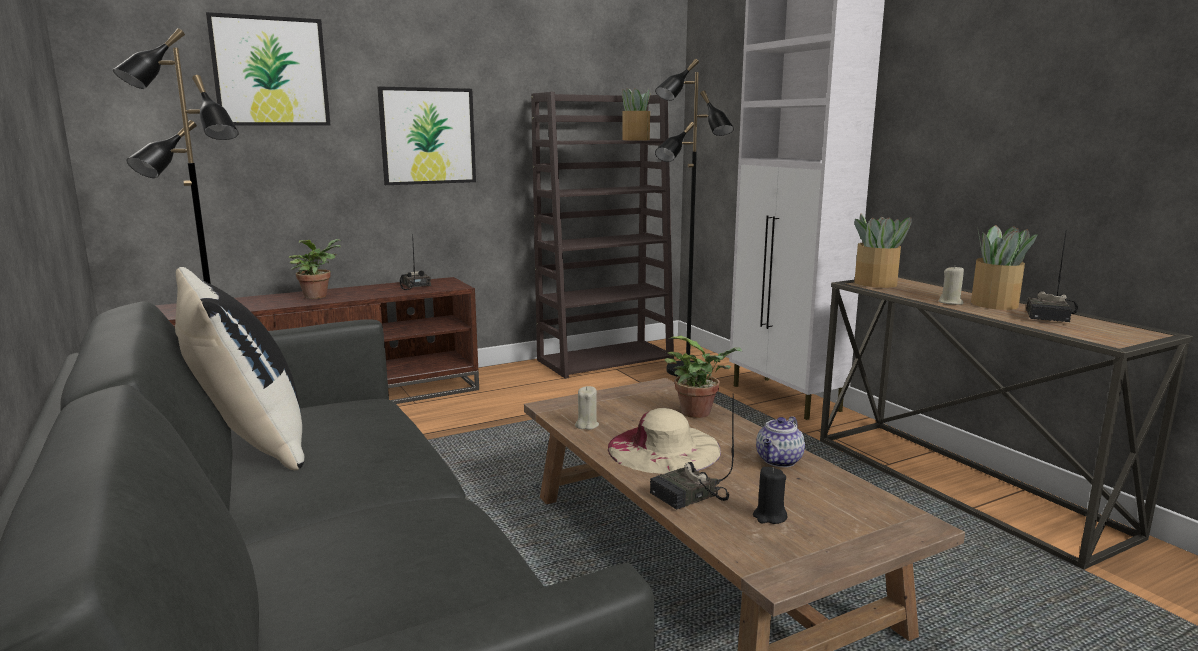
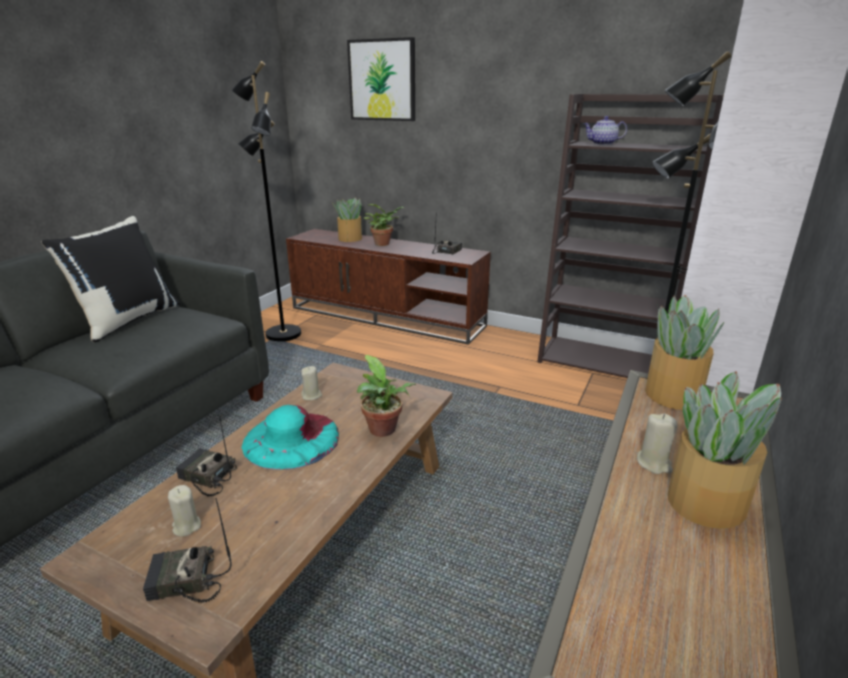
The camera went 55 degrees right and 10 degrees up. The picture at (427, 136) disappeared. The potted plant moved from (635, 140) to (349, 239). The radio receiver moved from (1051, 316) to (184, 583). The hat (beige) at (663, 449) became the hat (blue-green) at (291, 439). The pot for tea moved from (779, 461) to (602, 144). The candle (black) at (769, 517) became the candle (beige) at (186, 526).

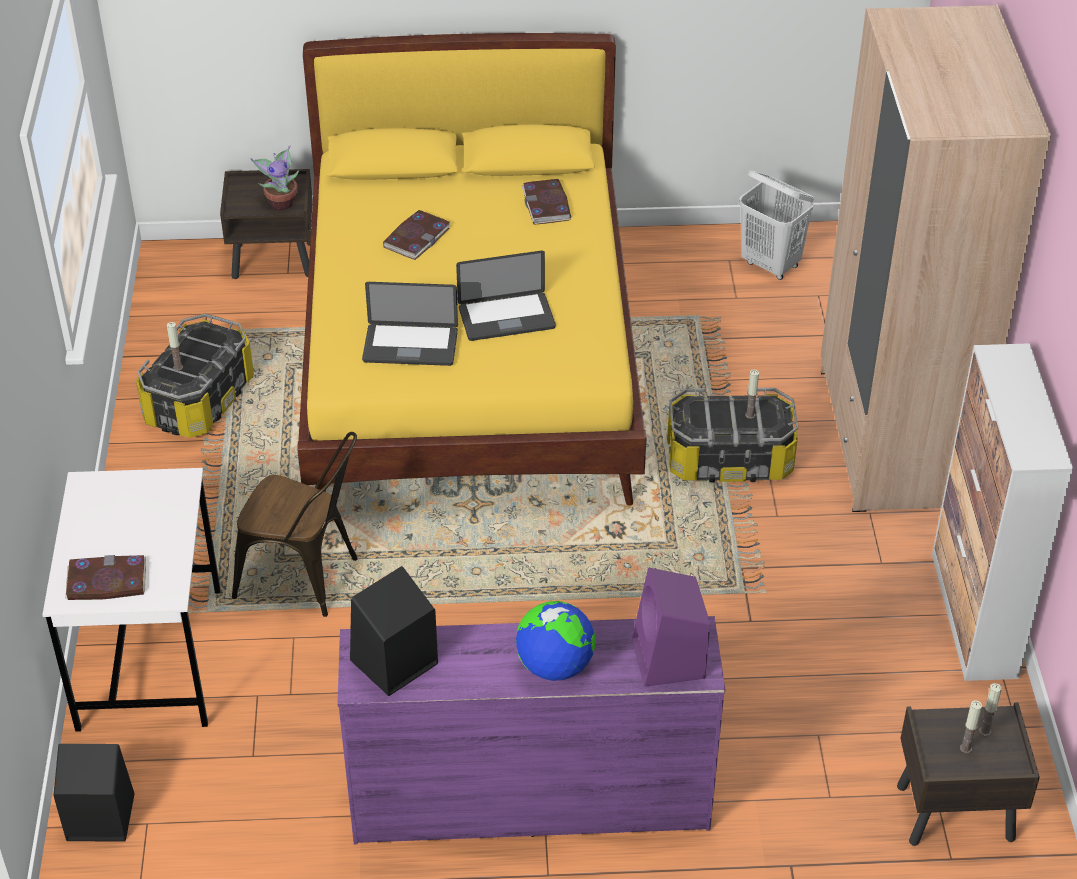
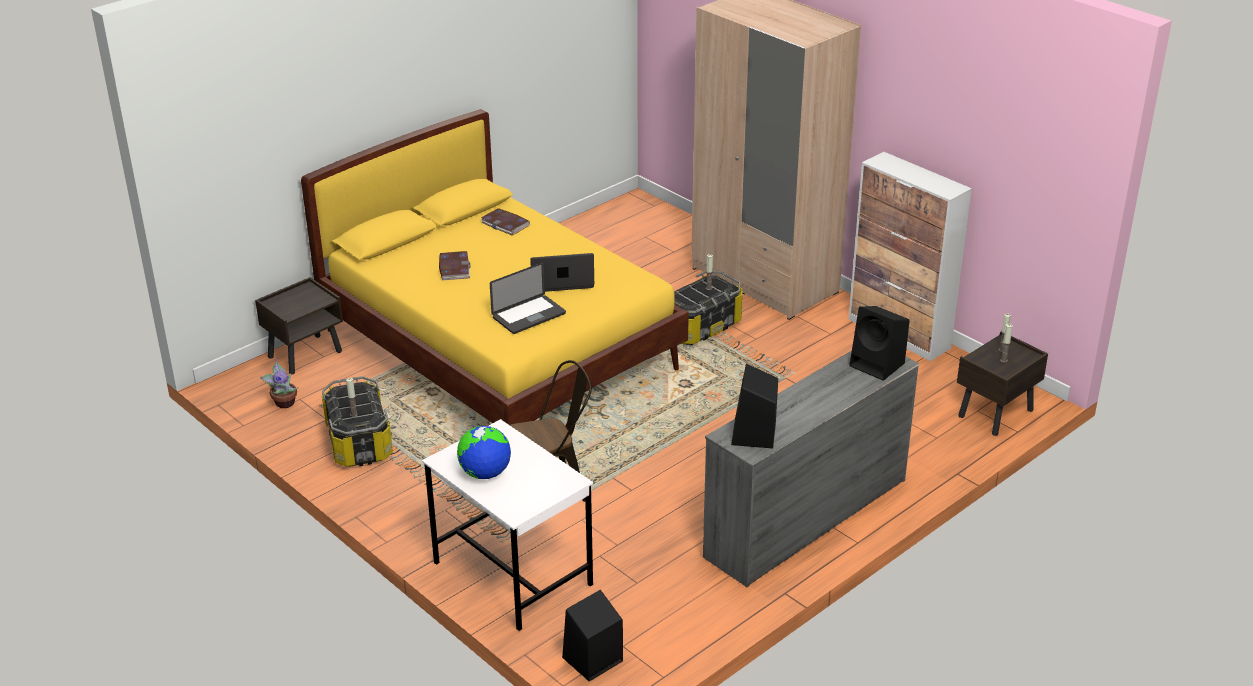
The camera went 40 degrees left and 10 degrees down. The potted plant moved from (281, 202) to (284, 403). The washing basket (whitish) at (771, 265) disappeared. The laptop at (506, 318) turned 135 degrees counterclockwise. The bound book at (106, 581) disappeared. The speaker (purple-coloured) at (669, 660) became the speaker (black) at (878, 365). The desk globe moved from (555, 666) to (485, 473). The drawer chest (purple-coloured) at (529, 799) became the drawer chest (gray) at (805, 518).

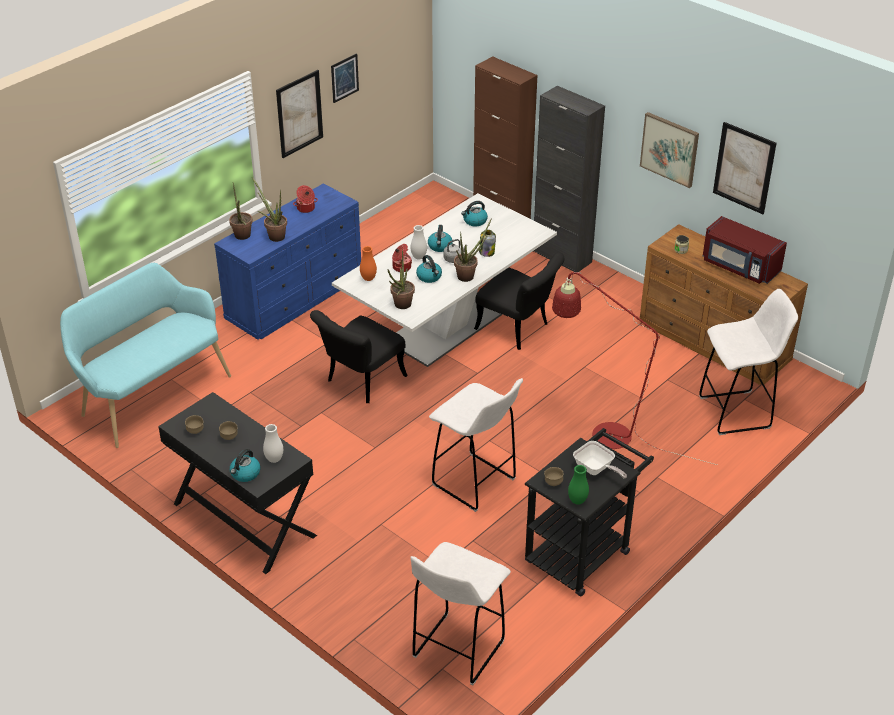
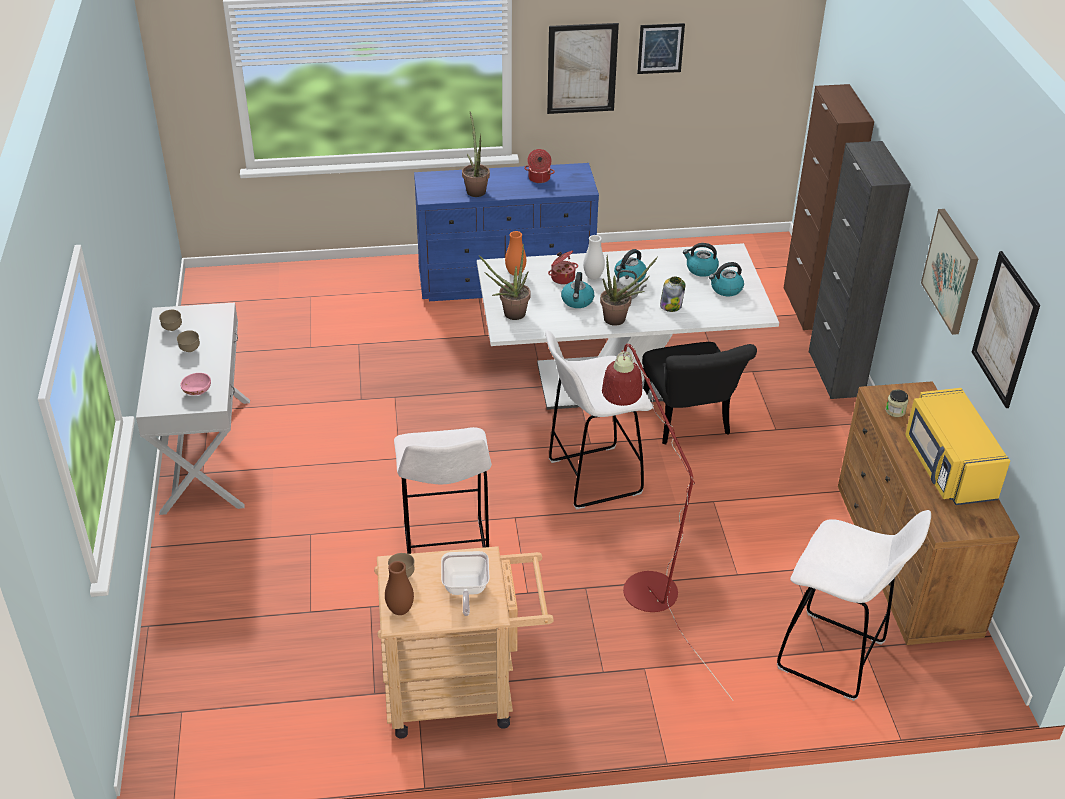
The camera went 40 degrees right and 0 degrees up. The potted plant at (242, 237) disappeared. The microwave oven (red) at (739, 267) became the microwave oven (yellow) at (947, 468). The bench (blue-green) at (151, 394) disappeared. The upright chair (black) at (360, 382) disappeared. The hall table (black) at (243, 520) became the hall table (whitish) at (205, 454). The decorative vase (whitish) at (274, 459) was replaced by the serving bowl (pink-coloured) at (196, 391). The wheeled cart (black) at (583, 551) became the wheeled cart (beige) at (462, 692). The water kettle moved from (245, 474) to (726, 289). The decorative vase (greenish) at (577, 501) became the decorative vase (brown) at (400, 610). The stool seat (whitish) moved from (456, 651) to (591, 478).

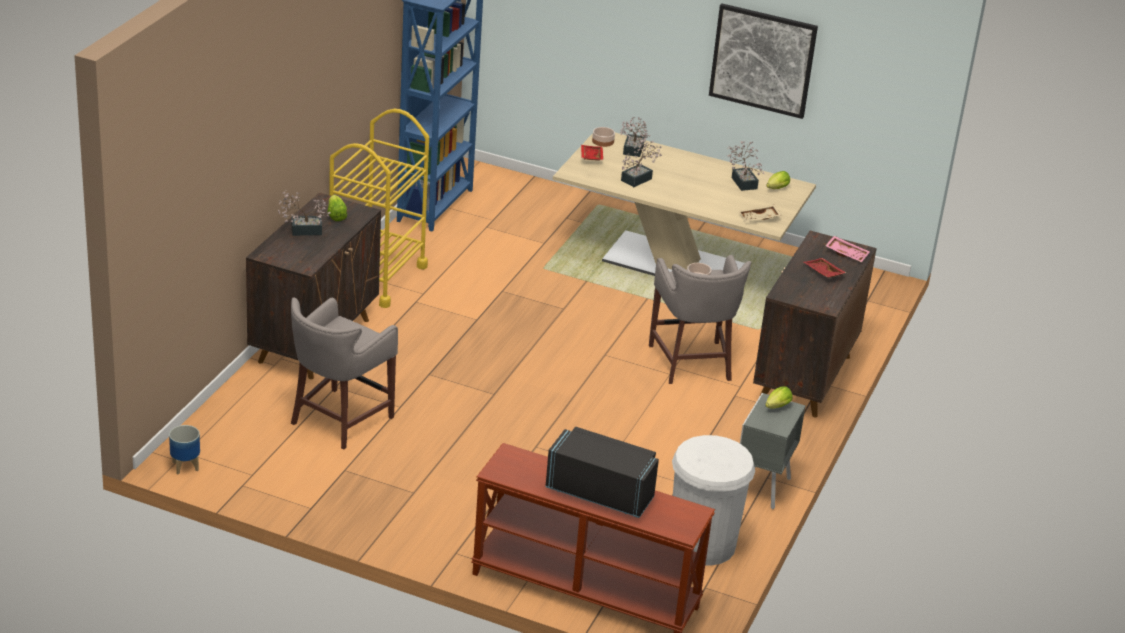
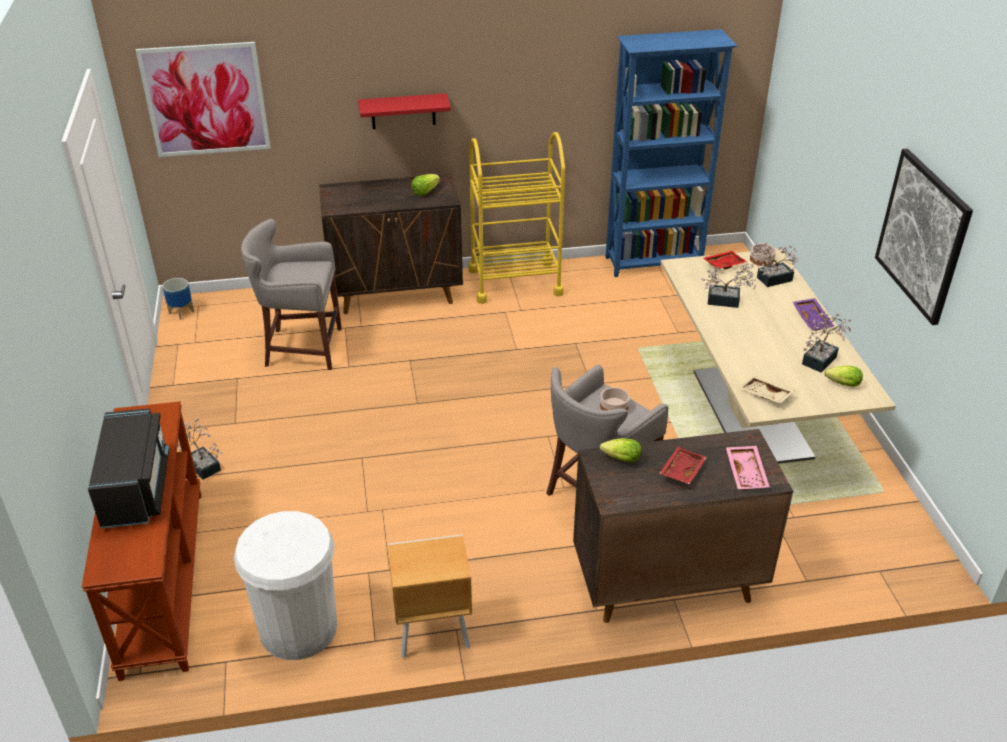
The camera went 60 degrees right and 5 degrees up. The potted plant moved from (302, 230) to (202, 464). The head of lettuce moved from (776, 407) to (619, 459). The bedside table (gray) at (761, 489) became the bedside table (brown) at (431, 633). The picture at (205, 100) appeared. The bracket shelf (red) at (403, 111) appeared. The carrying tray (purple-coloured) at (812, 319) appeared.

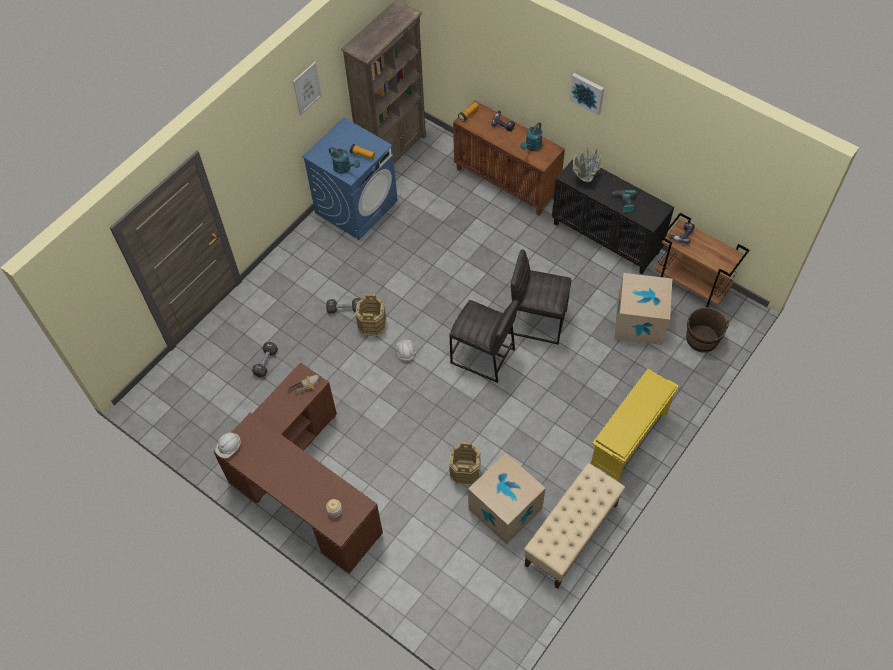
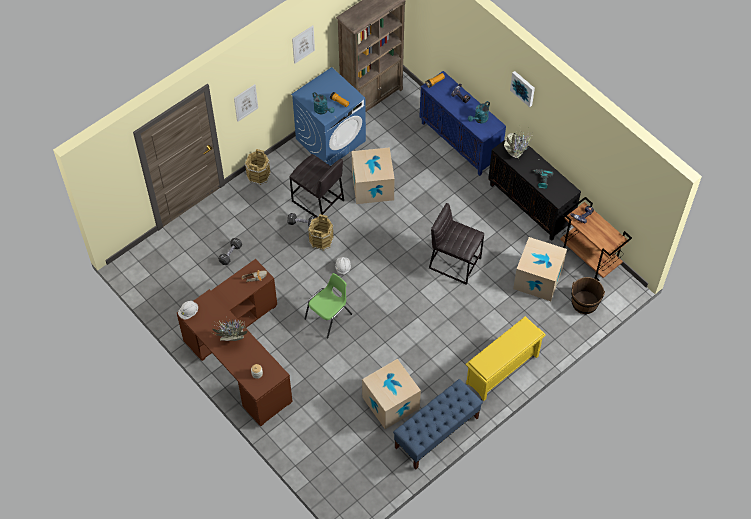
The camera went 10 degrees right and 0 degrees up. The cabinet (brown) at (507, 182) became the cabinet (blue-coloured) at (460, 142). The stool seat (gray) moved from (483, 357) to (318, 201). The pail (brown) moved from (465, 472) to (258, 175). The bench (beige) at (571, 535) became the bench (blue-coloured) at (436, 433). The picture at (245, 102) appeared. The cardboard box at (372, 186) appeared. The upright chair (greenish) at (329, 316) appeared. The potted plant at (232, 339) appeared.

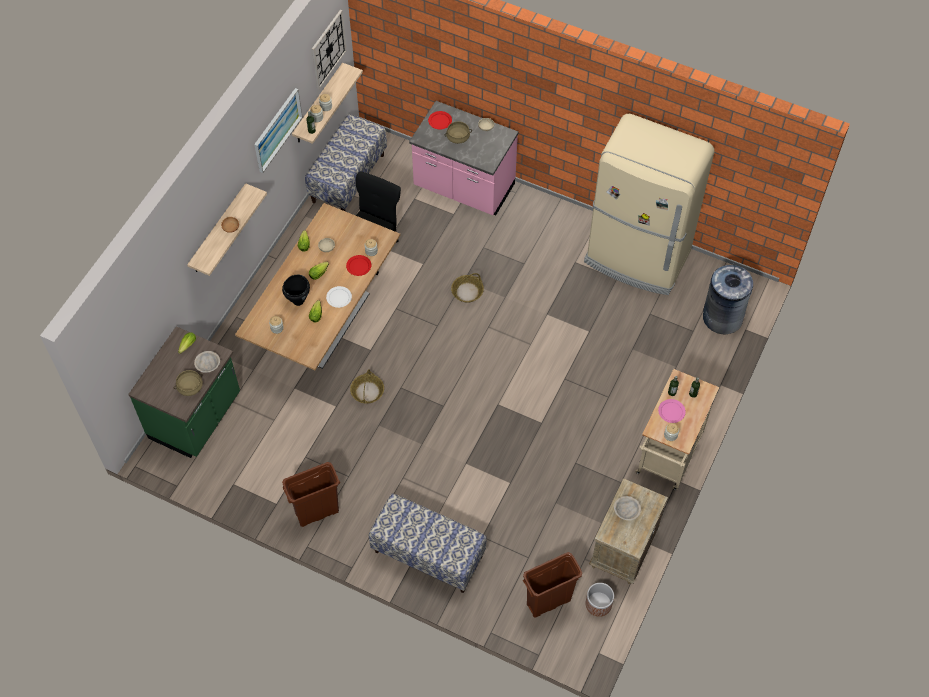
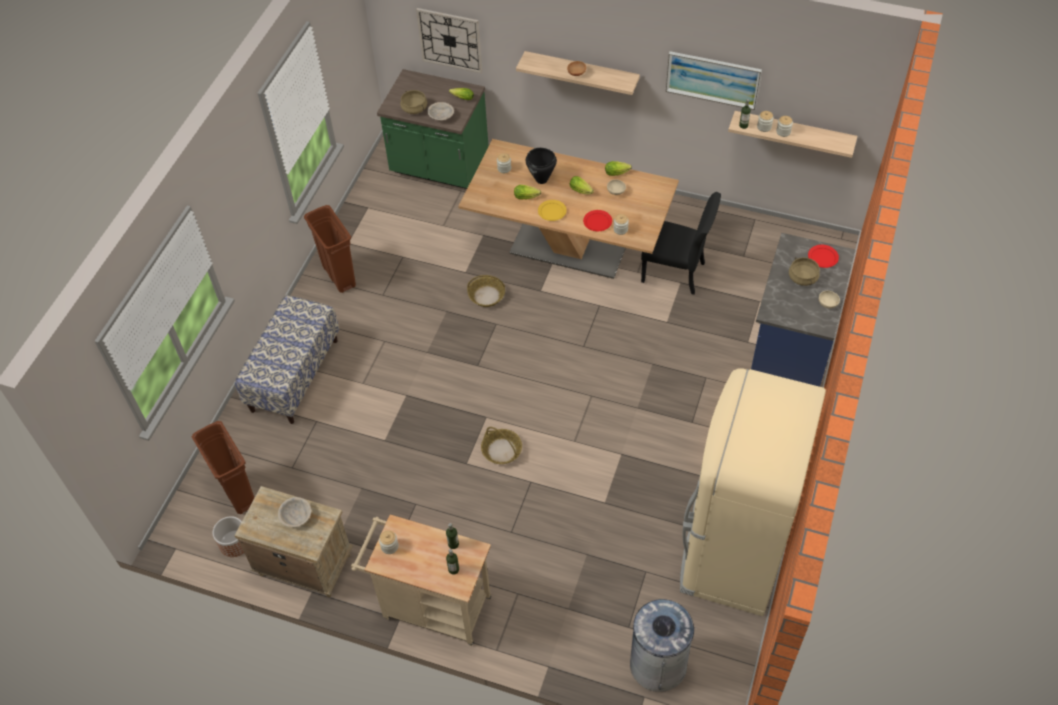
The camera went 85 degrees right and 5 degrees down. The wall clock moved from (328, 49) to (450, 40). The kitchen base unit (pink-coloured) at (464, 188) became the kitchen base unit (blue-coloured) at (791, 347). The bench at (348, 178) disappeared. The basket moved from (467, 292) to (501, 450). The plate (whitish) at (338, 297) became the plate (yellow) at (552, 211). The plate (pink-coloured) at (671, 412) disappeared.

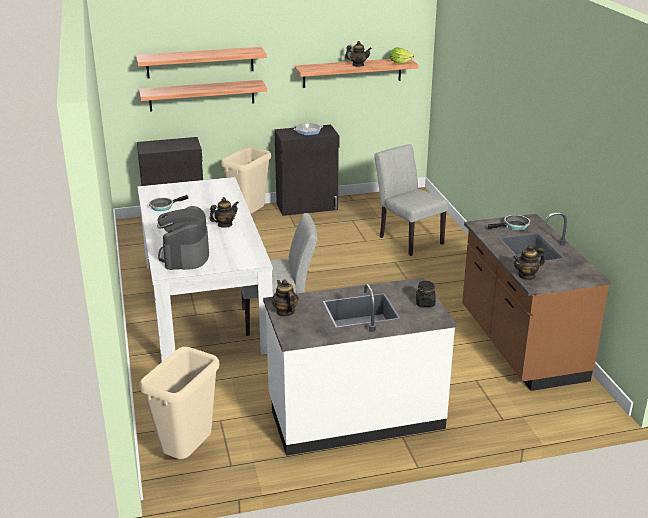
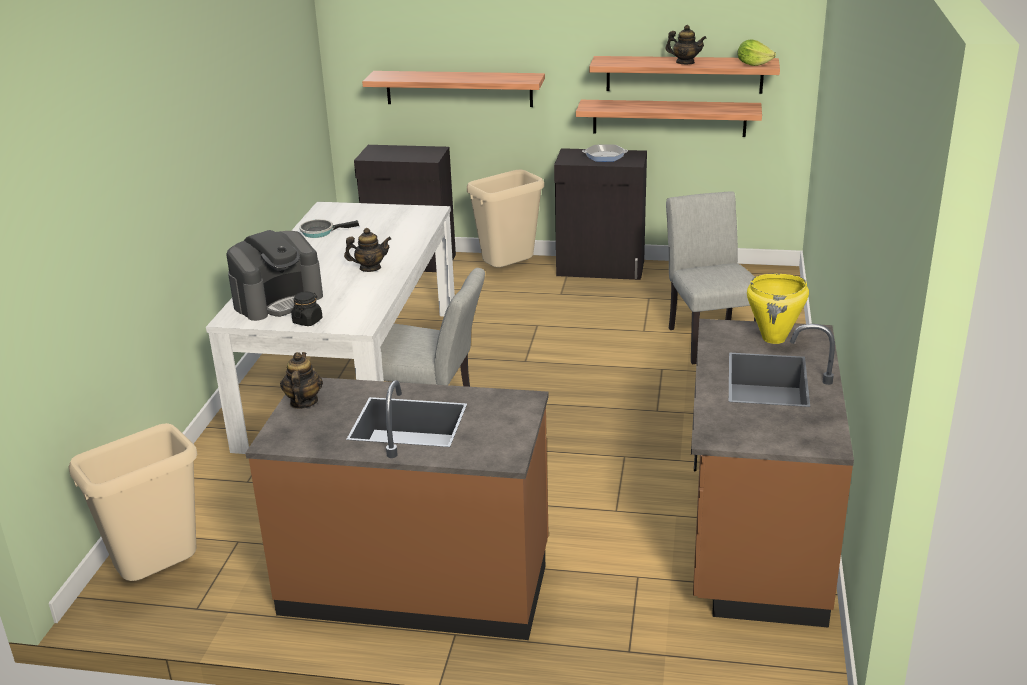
The camera went 25 degrees right and 0 degrees up. The bracket shelf moved from (200, 62) to (669, 118). The coffee machine at (185, 255) turned 150 degrees counterclockwise. The pan at (514, 226) was replaced by the cooking pot (yellow) at (774, 338). The pot for tea at (527, 276) disappeared. The kitchen base unit (whitish) at (355, 414) became the kitchen base unit (brown) at (417, 581). The preserve jar (black) moved from (425, 303) to (307, 321).

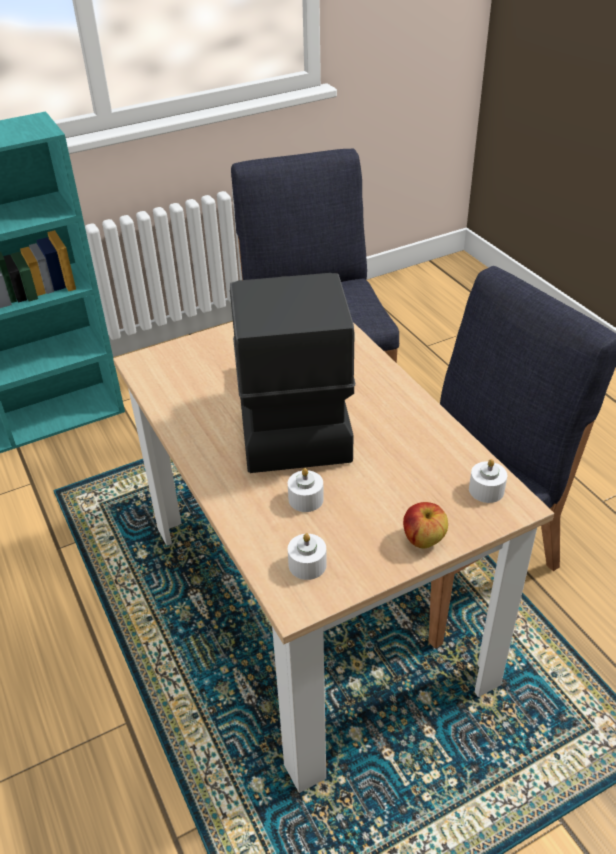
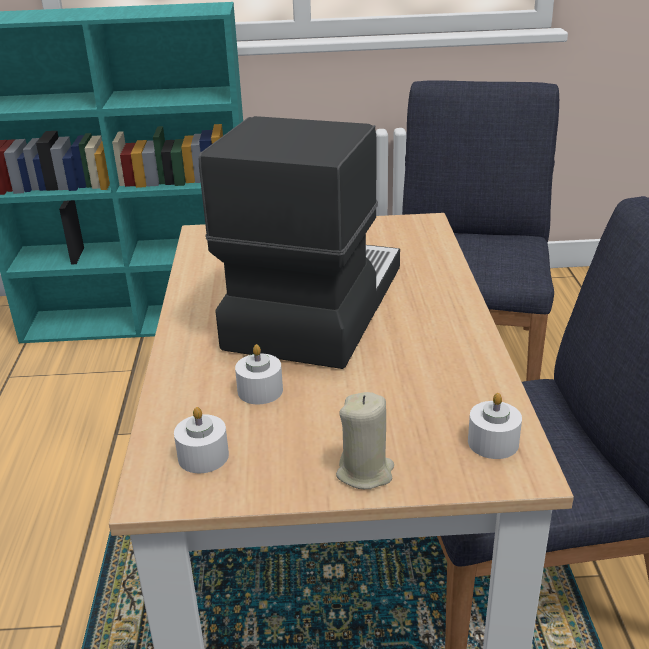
The camera went 25 degrees right and 10 degrees down. The apple at (423, 539) was replaced by the candle (beige) at (365, 472).

